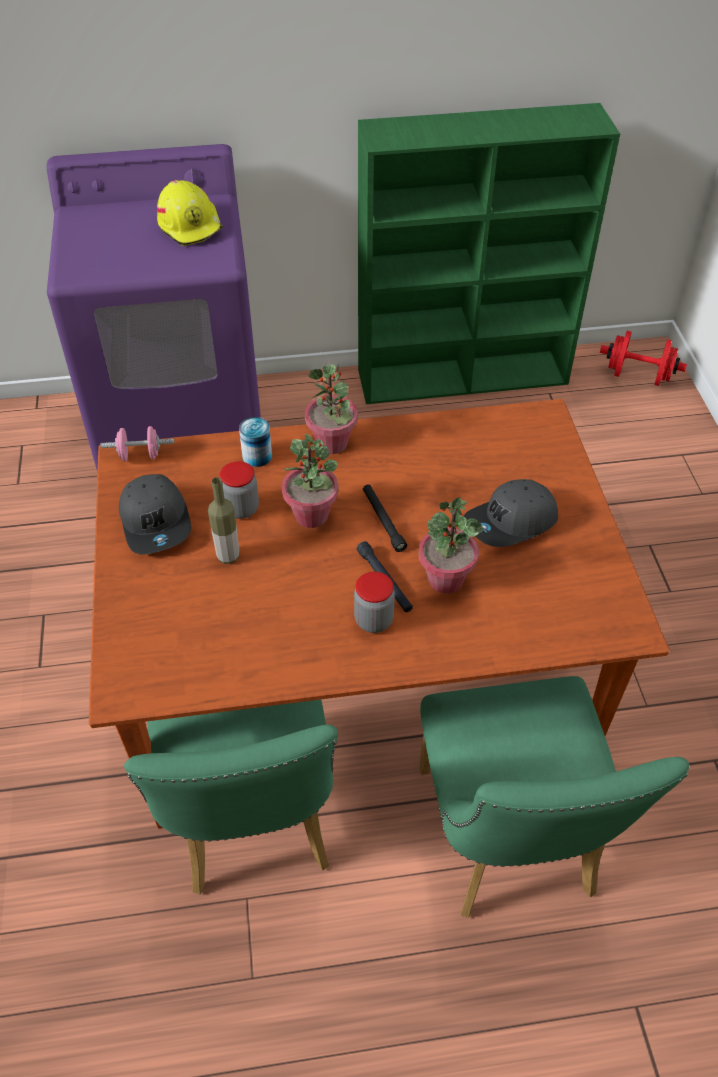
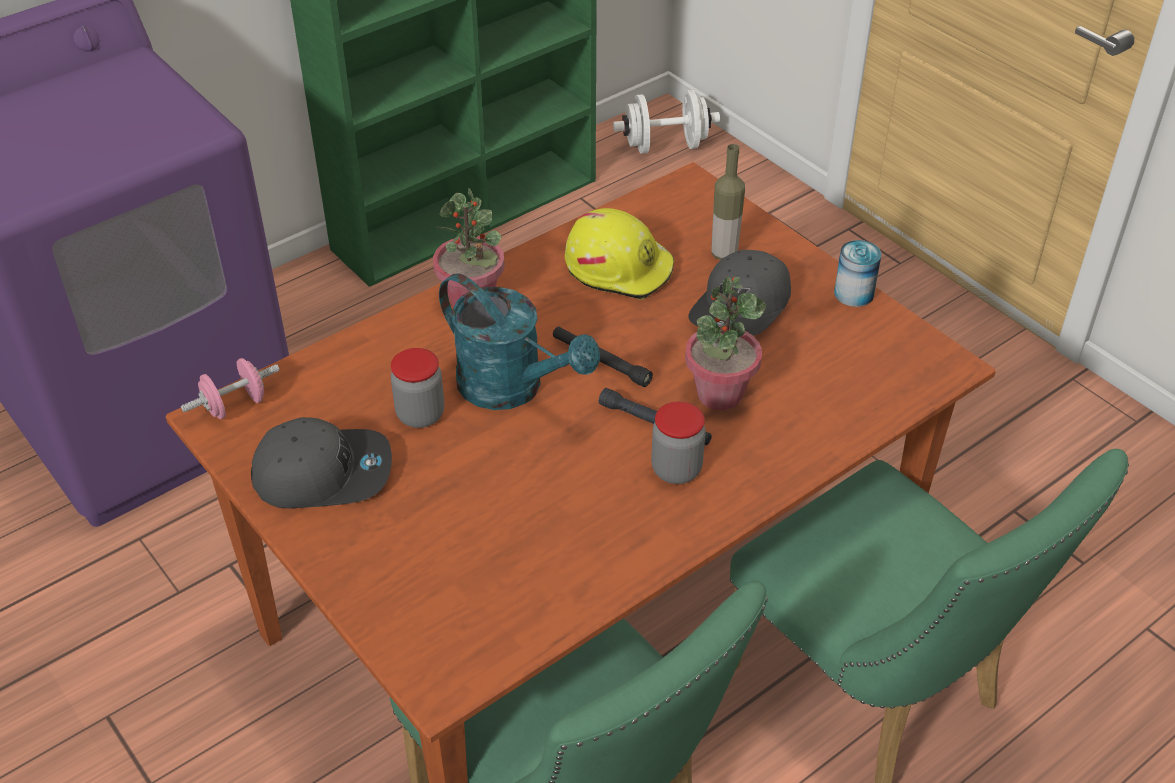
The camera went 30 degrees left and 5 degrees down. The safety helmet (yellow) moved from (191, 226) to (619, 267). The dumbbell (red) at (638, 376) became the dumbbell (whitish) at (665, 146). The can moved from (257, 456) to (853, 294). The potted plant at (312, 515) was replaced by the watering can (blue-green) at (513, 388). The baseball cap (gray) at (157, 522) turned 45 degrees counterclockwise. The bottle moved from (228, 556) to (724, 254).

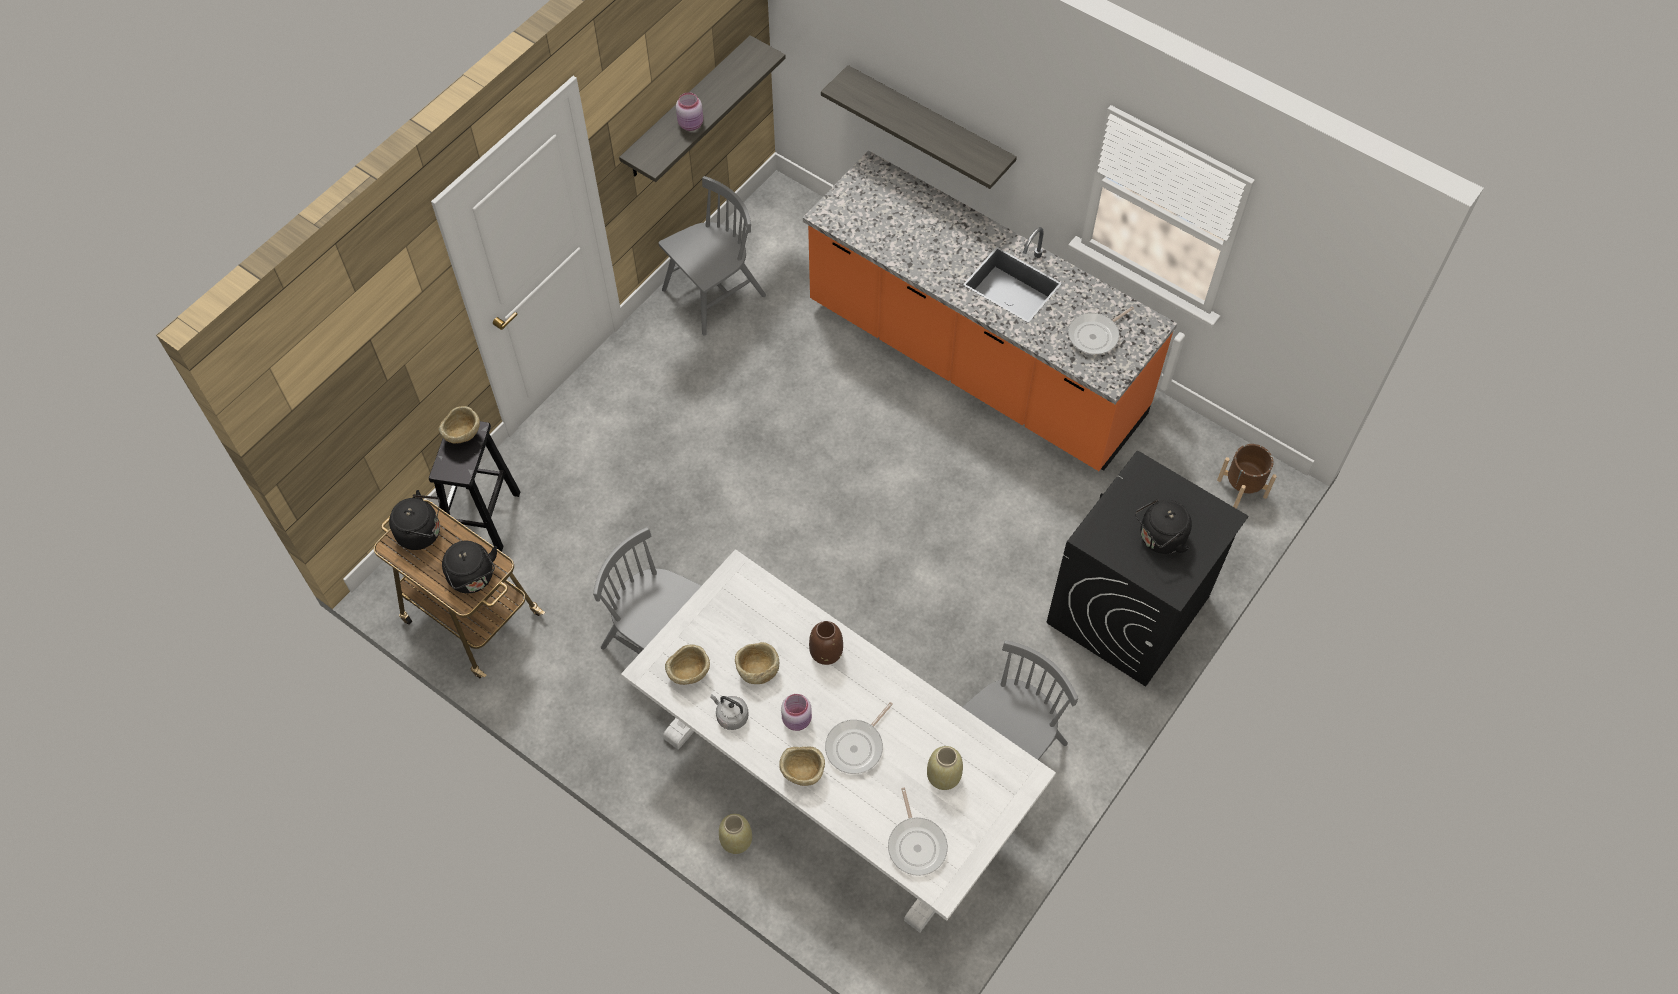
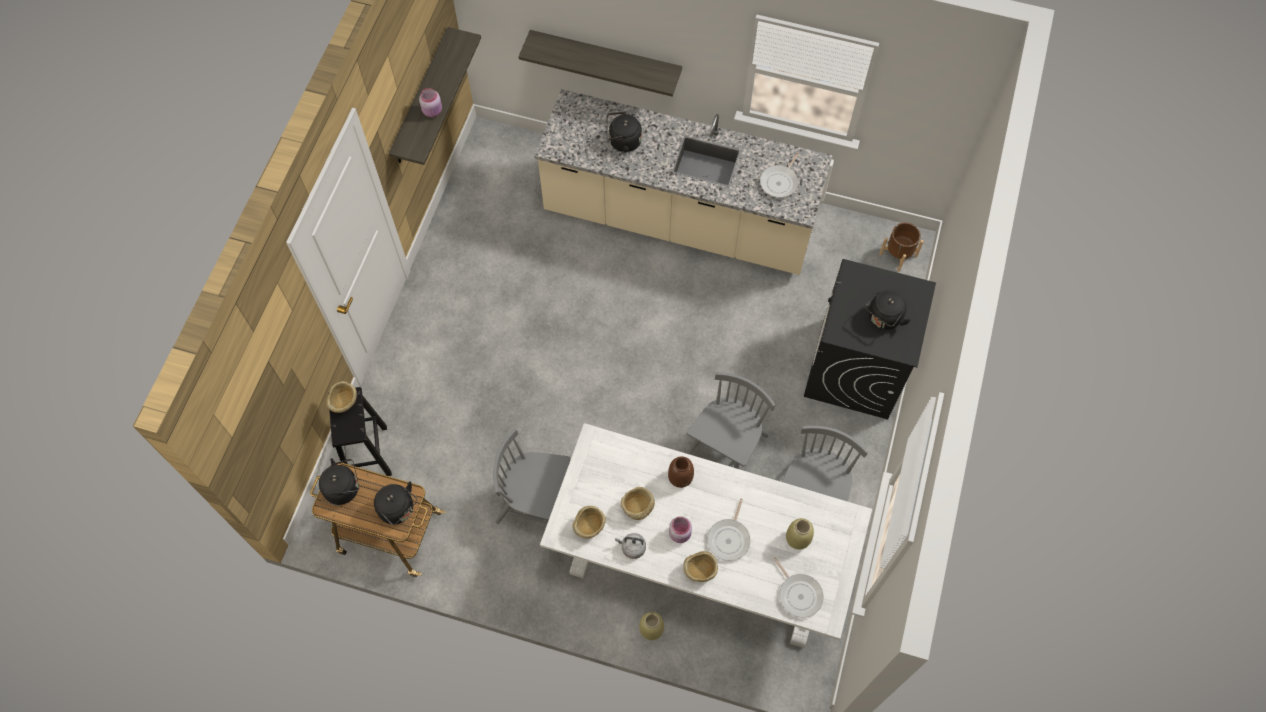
The camera went 20 degrees left and 5 degrees up. The kitchen base unit (orangey) at (974, 361) became the kitchen base unit (beige) at (679, 220). The upright chair (gray) moved from (713, 294) to (726, 448). The water kettle (black) at (623, 142) appeared.

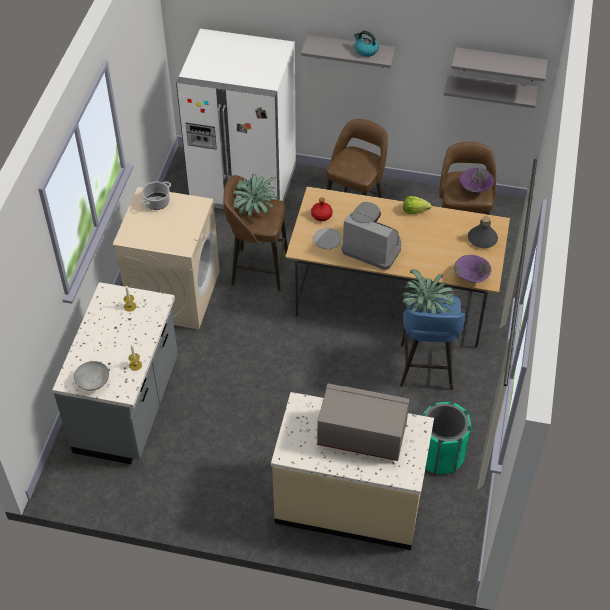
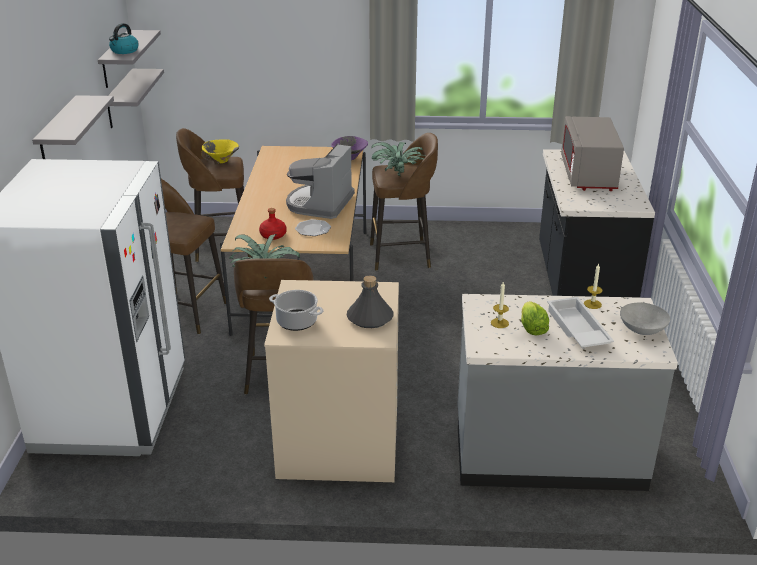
The camera went 100 degrees left and 20 degrees down. The water kettle moved from (366, 50) to (124, 51). The serving bowl (purple-coloured) at (474, 189) became the serving bowl (yellow) at (221, 161). The head of lettuce moved from (414, 211) to (532, 328). The bottle (gray) moved from (482, 239) to (370, 318). The stool seat (blue-coloured) at (426, 369) became the stool seat (brown) at (402, 256). The kitchen base unit (beige) at (349, 502) became the kitchen base unit (black) at (581, 284). The waste bin (greenish) at (440, 455) disappeared. The carrying tray (whitish) at (576, 329) appeared.

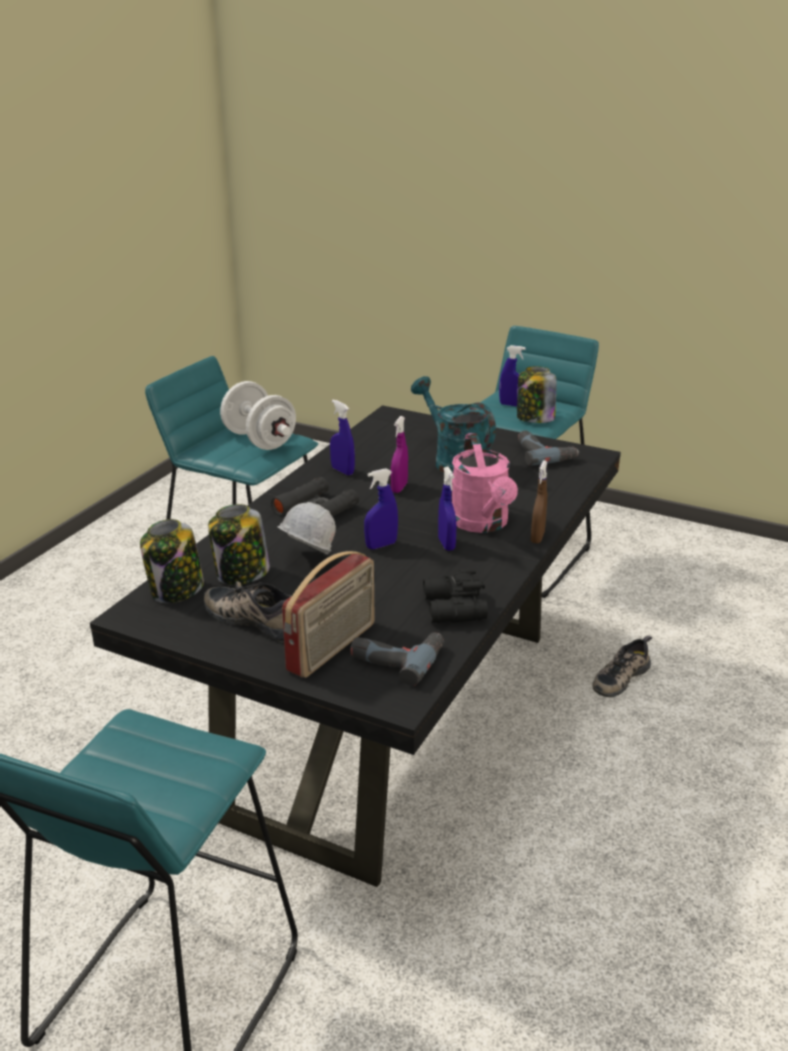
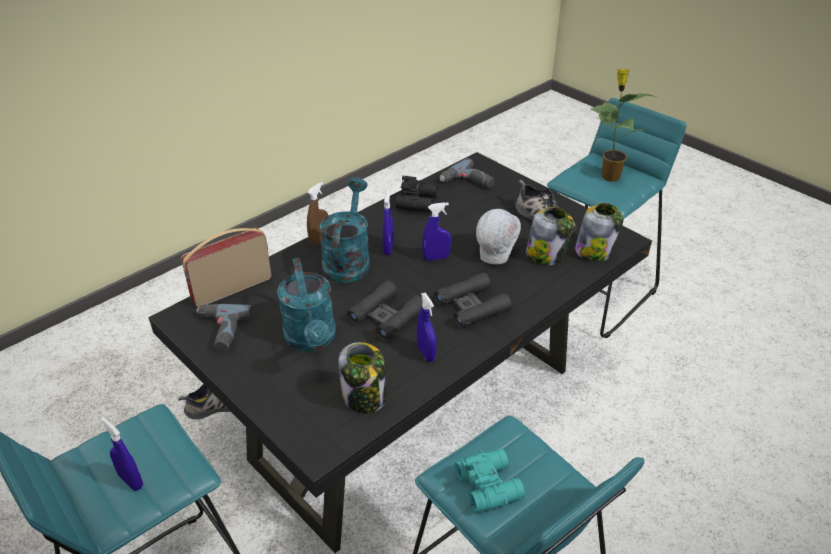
The camera went 160 degrees left and 10 degrees up. The preserve jar moved from (534, 418) to (365, 397). The dumbbell (whitish) at (259, 440) was replaced by the binoculars (blue-green) at (489, 484). The hand sprayer (purple-coloured) at (399, 488) was replaced by the binoculars (black) at (386, 316). The watering can (pink-coloured) at (483, 524) became the watering can (blue-green) at (348, 260). The radio receiver moved from (333, 648) to (231, 288). The potted plant at (609, 176) appeared.

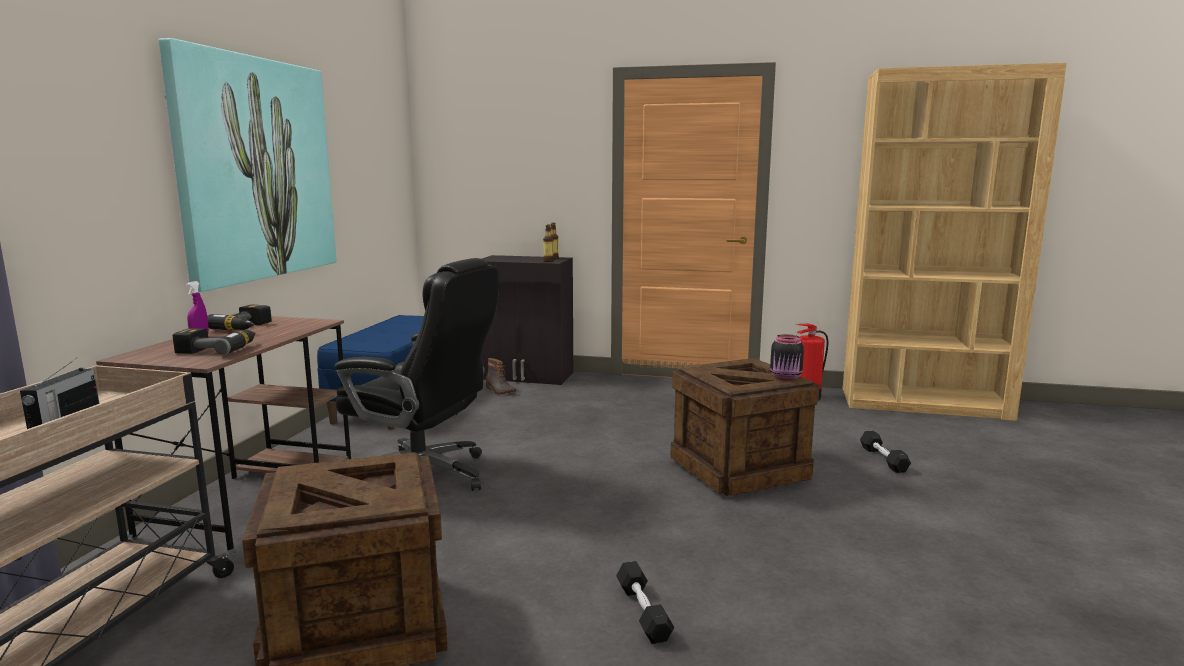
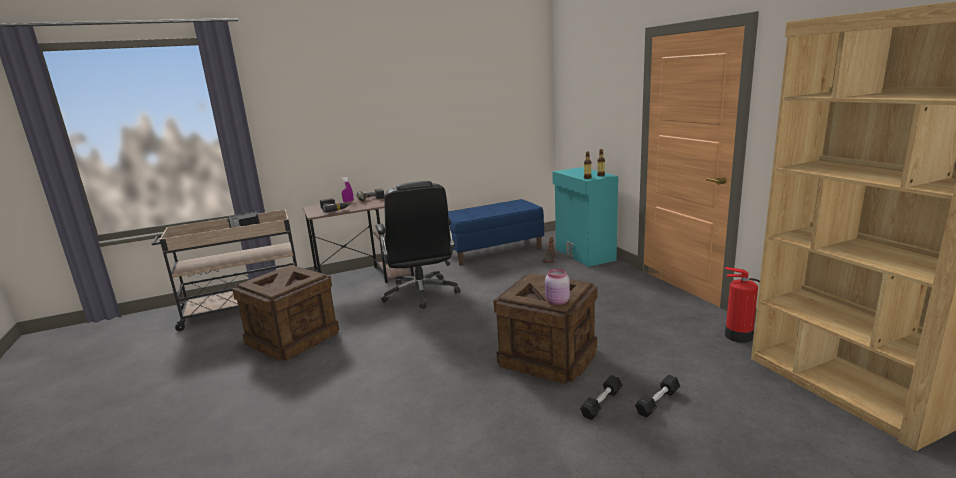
The camera went 55 degrees right and 5 degrees up. The picture at (256, 169) disappeared. The cabinet (black) at (527, 376) became the cabinet (blue-green) at (584, 255). The preserve jar (black) at (786, 378) became the preserve jar (pink-coloured) at (557, 302). The dumbbell (black) moved from (643, 612) to (601, 403).

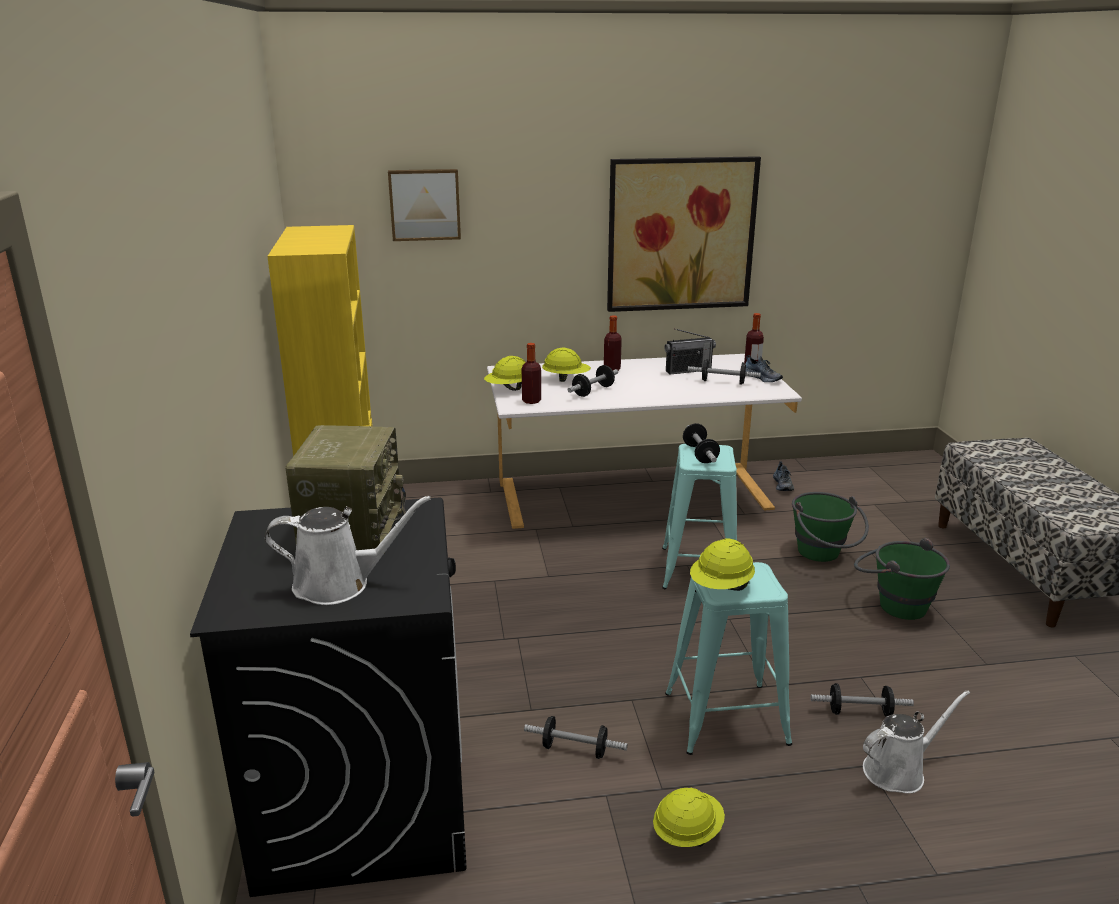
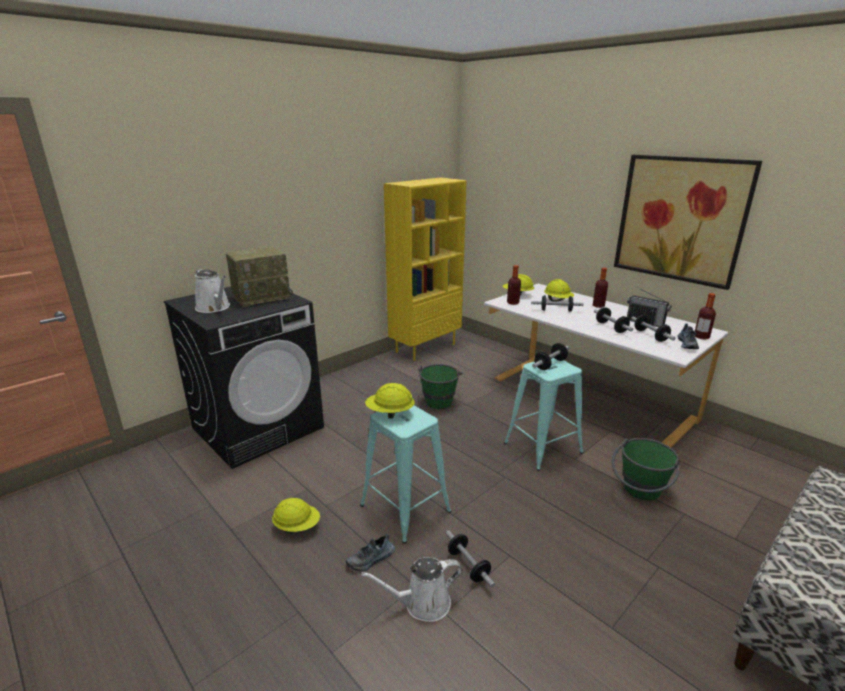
The camera went 55 degrees right and 0 degrees up. The picture at (424, 204) disappeared. The shoe moved from (783, 485) to (371, 559). The pail (greenish) moved from (893, 603) to (439, 399). The watering can (whitish) at (898, 770) turned 135 degrees clockwise. The dumbbell moved from (575, 749) to (611, 327).

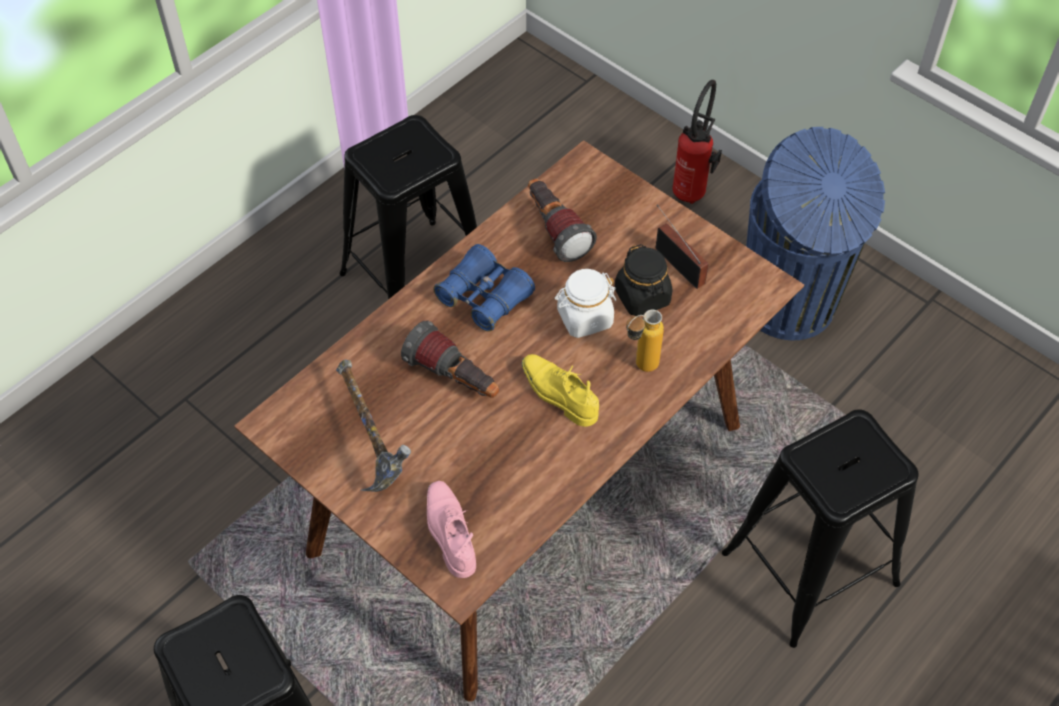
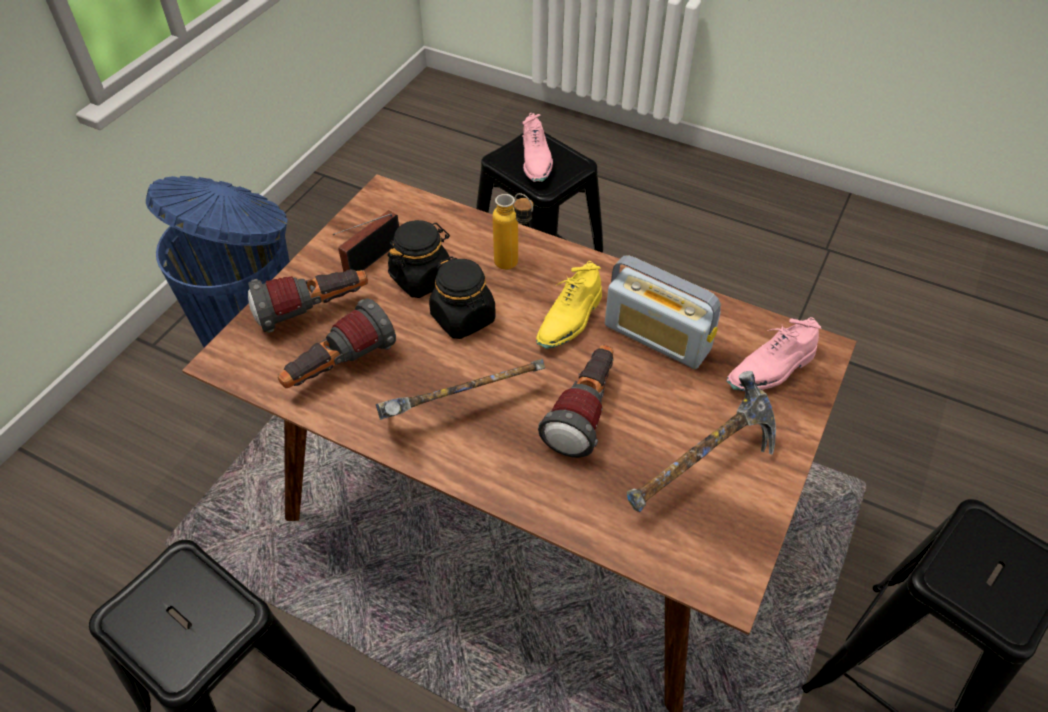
The camera went 105 degrees left and 5 degrees down. The extinguisher at (692, 191) disappeared. The binoculars (blue-coloured) at (484, 297) was replaced by the hand hammer at (459, 412). The preserve jar (whitish) at (584, 318) became the preserve jar (black) at (463, 318). The shoe (pink-coloured) at (536, 162) appeared. The radio receiver at (657, 337) appeared. The hand torch at (314, 311) appeared.

